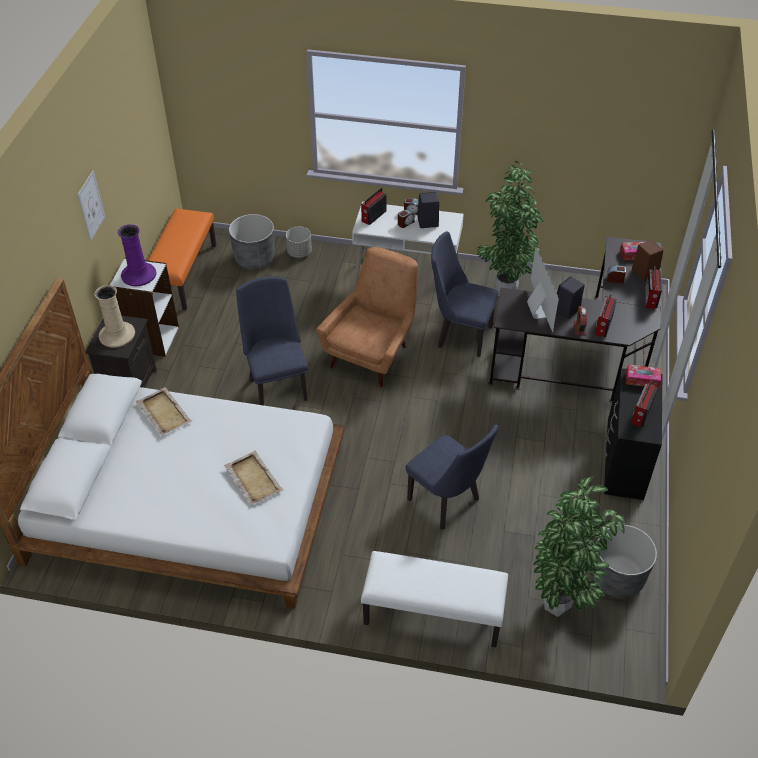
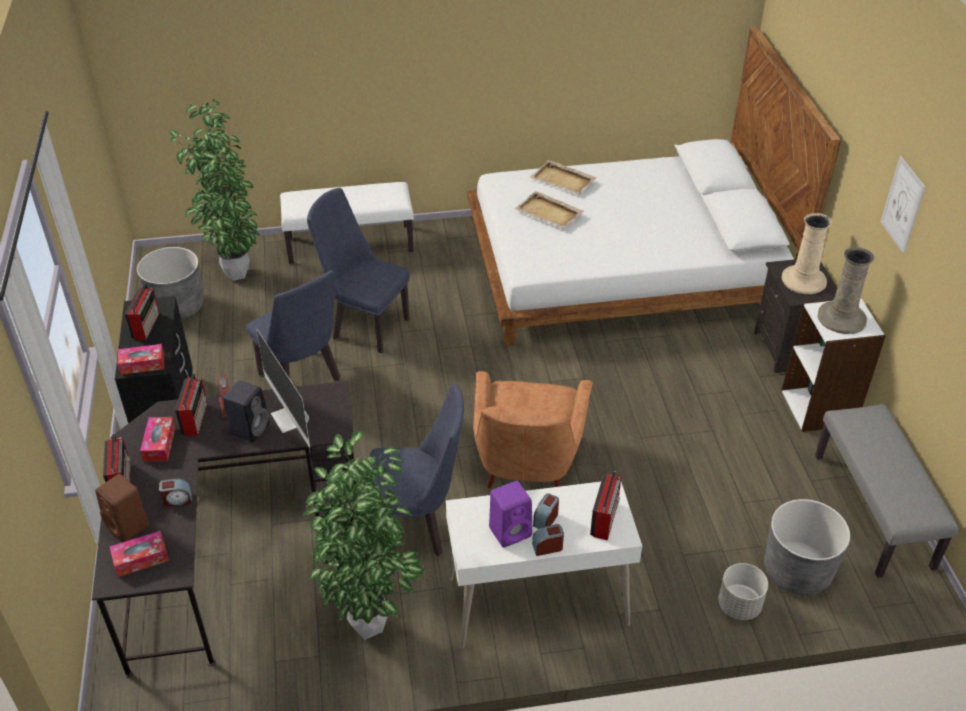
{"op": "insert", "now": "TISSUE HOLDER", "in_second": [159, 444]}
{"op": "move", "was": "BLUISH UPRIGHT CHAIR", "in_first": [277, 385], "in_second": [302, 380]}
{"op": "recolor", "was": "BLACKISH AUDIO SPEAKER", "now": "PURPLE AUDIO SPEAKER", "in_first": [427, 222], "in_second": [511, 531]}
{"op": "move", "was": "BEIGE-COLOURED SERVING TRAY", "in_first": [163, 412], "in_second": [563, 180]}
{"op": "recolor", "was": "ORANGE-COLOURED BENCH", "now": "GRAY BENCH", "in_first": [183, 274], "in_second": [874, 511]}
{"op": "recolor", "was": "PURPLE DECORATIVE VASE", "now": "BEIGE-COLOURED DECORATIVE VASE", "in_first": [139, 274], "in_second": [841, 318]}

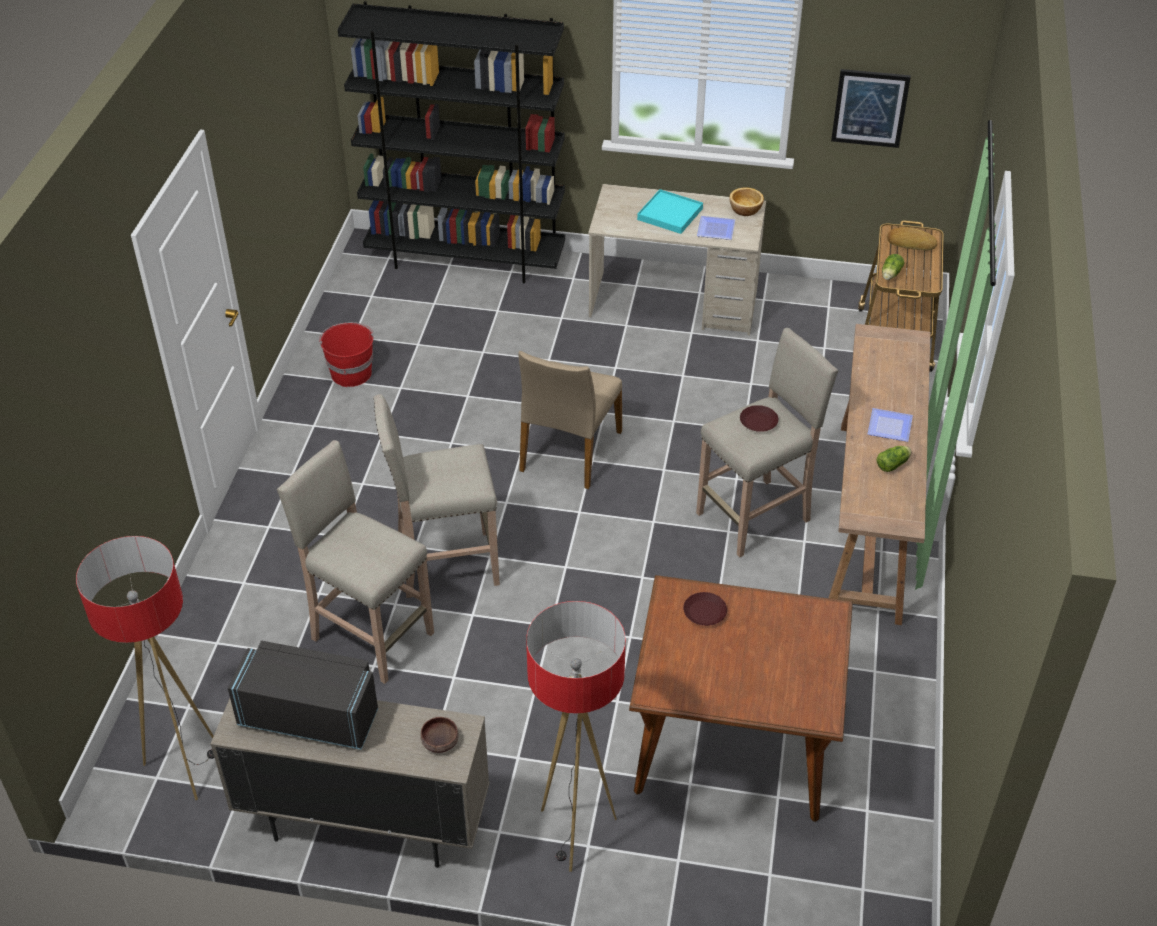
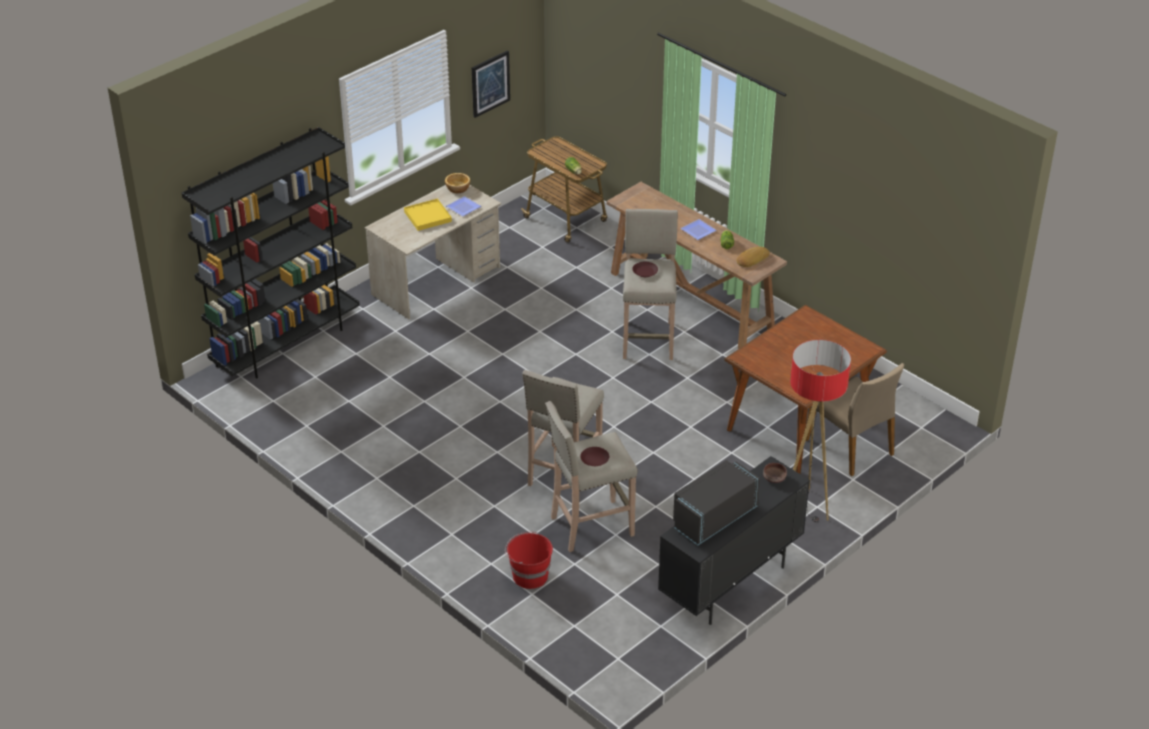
{"op": "recolor", "was": "TURQUOISE-COLOURED SERVING TRAY", "now": "YELLOWISH SERVING TRAY", "in_first": [669, 214], "in_second": [427, 217]}
{"op": "move", "was": "REDDISH WATER BUCKET", "in_first": [351, 373], "in_second": [529, 576]}
{"op": "move", "was": "BROWN FLAT DISH", "in_first": [704, 612], "in_second": [594, 459]}
{"op": "recolor", "was": "BEIGE-COLOURED CABINET", "now": "BLACKISH CABINET", "in_first": [364, 825], "in_second": [730, 584]}
{"op": "move", "was": "BREAD", "in_first": [910, 242], "in_second": [752, 259]}
{"op": "move", "was": "BEIGE-COLOURED UPRIGHT CHAIR", "in_first": [569, 451], "in_second": [850, 447]}
{"op": "delete", "was": "FLOOR LAMP", "in_first": [185, 767]}

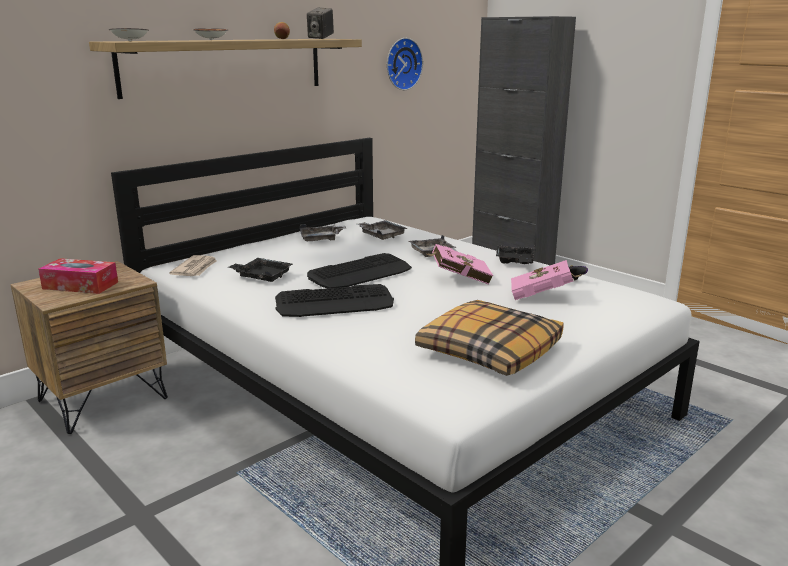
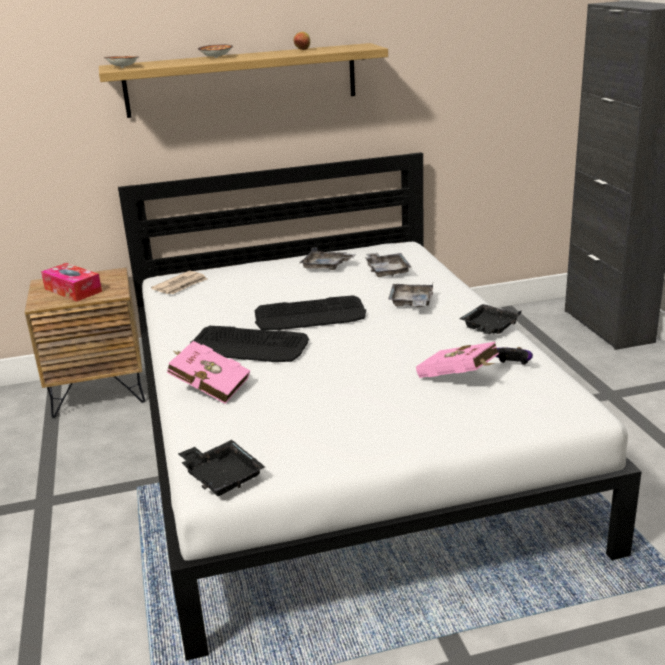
{"op": "move", "was": "PINK VOLUME", "in_first": [458, 279], "in_second": [208, 387]}
{"op": "move", "was": "BLACKISH SERVING TRAY", "in_first": [262, 276], "in_second": [222, 476]}
{"op": "delete", "was": "PHOTO CAMERA", "in_first": [320, 38]}
{"op": "delete", "was": "WALL CLOCK", "in_first": [402, 64]}
{"op": "delete", "was": "CUSHION", "in_first": [488, 351]}

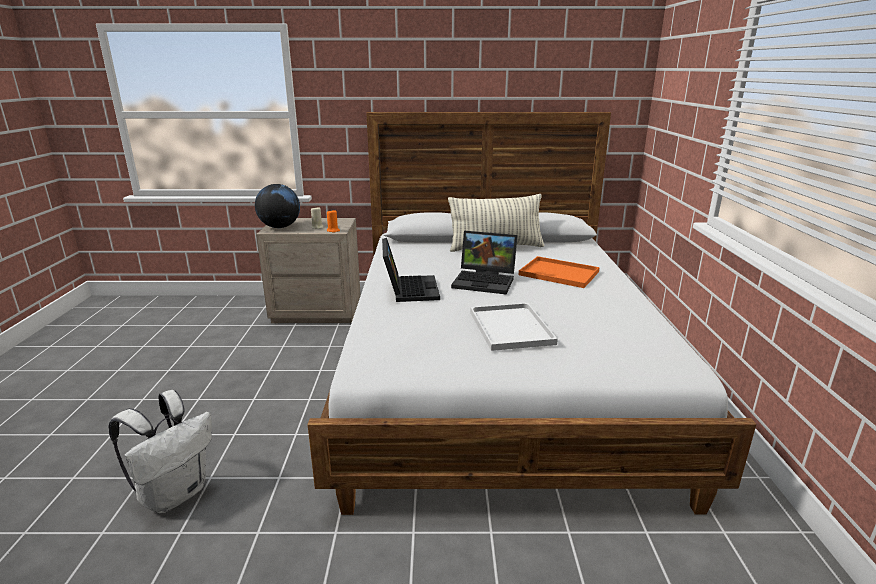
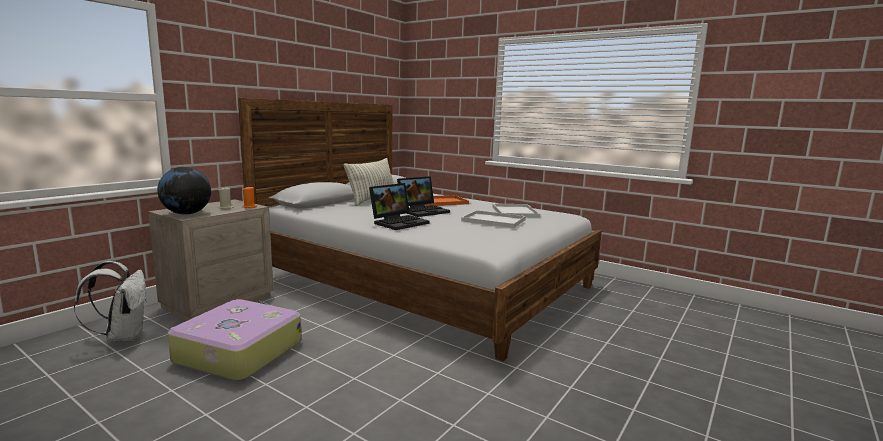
{"op": "move", "was": "WHITE-COLOURED KNAPSACK", "in_first": [175, 493], "in_second": [123, 337]}
{"op": "insert", "now": "TRAVEL CASE", "in_second": [237, 352]}
{"op": "rotate", "was": "NOTEBOOK COMPUTER", "in_first": [409, 289], "in_second": [399, 222], "clockwise": 105}
{"op": "insert", "now": "WHITE-COLOURED SERVING TRAY", "in_second": [515, 212]}

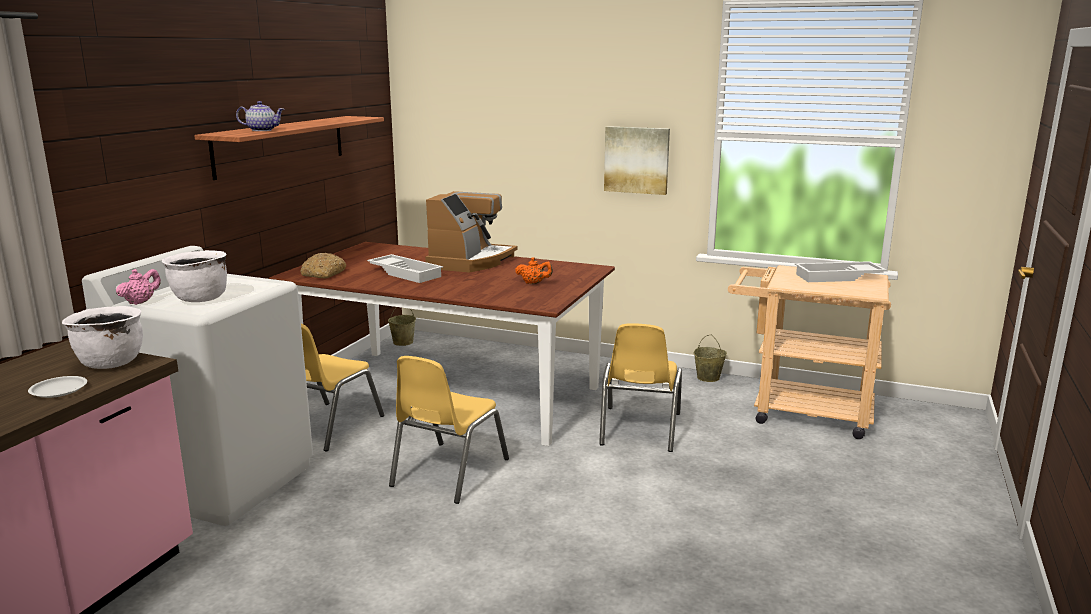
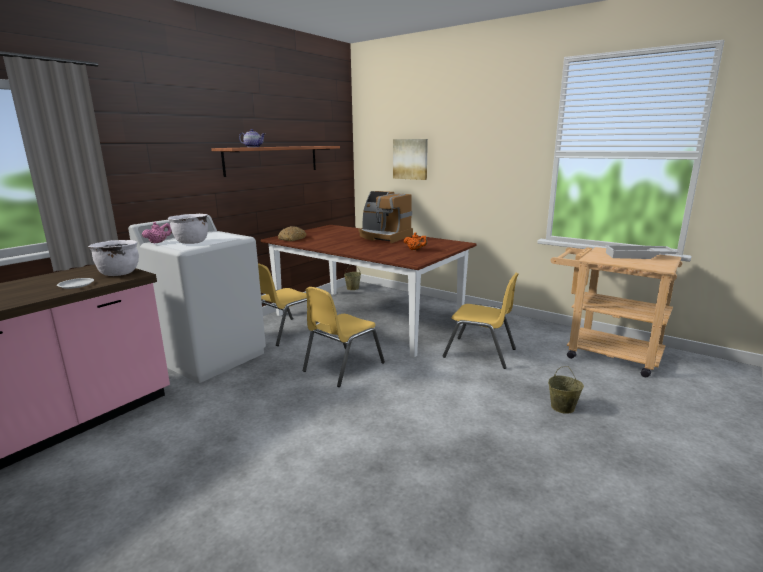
{"op": "rotate", "was": "COFFEE MAKER", "in_first": [470, 262], "in_second": [384, 237], "clockwise": 90}
{"op": "move", "was": "WALL ART", "in_first": [637, 160], "in_second": [410, 159]}
{"op": "rotate", "was": "YELLOWISH UPRIGHT CHAIR", "in_first": [639, 429], "in_second": [480, 353], "clockwise": -90}
{"op": "move", "was": "BEIGE-COLOURED WATER BUCKET", "in_first": [707, 378], "in_second": [562, 407]}
{"op": "delete", "was": "WHITE-COLOURED SERVING TRAY", "in_first": [406, 273]}

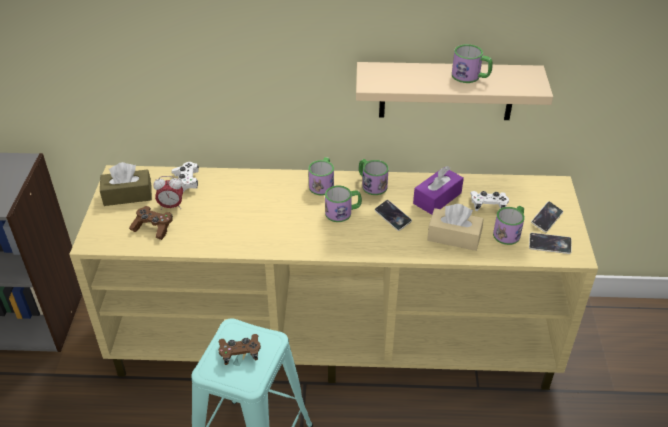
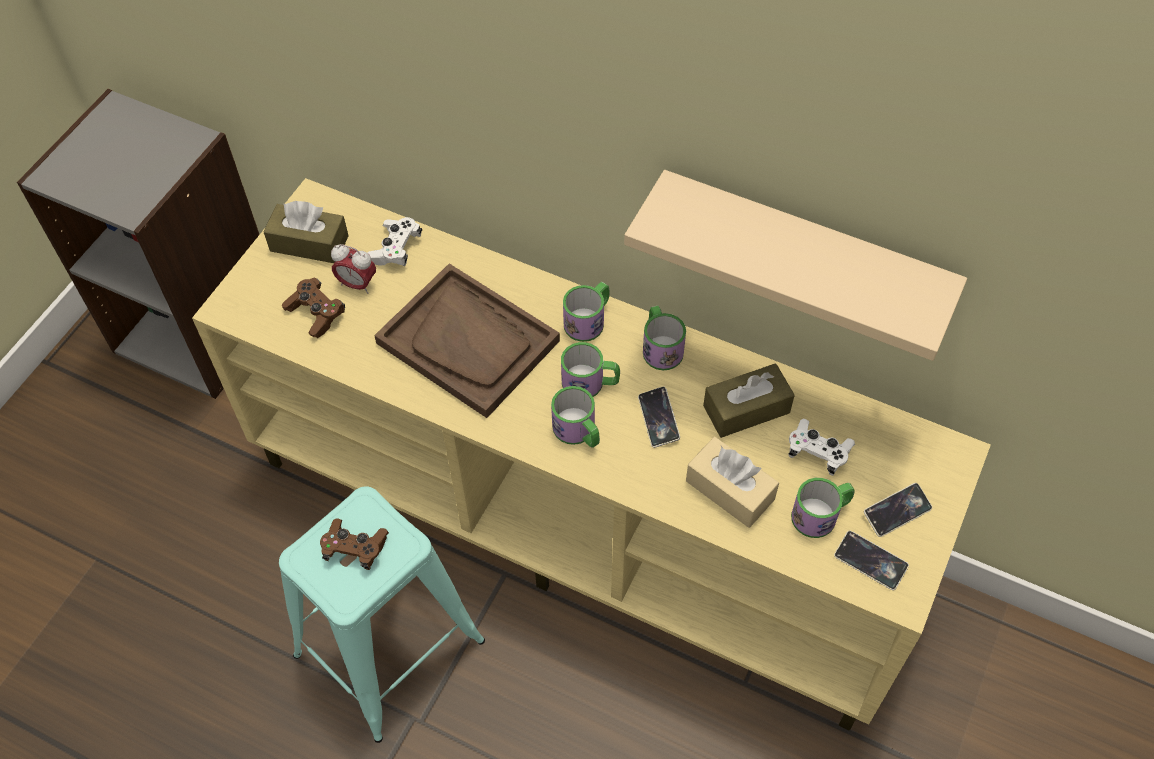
{"op": "insert", "now": "BROWN SERVING TRAY", "in_second": [468, 342]}
{"op": "move", "was": "MUG", "in_first": [470, 77], "in_second": [578, 432]}
{"op": "recolor", "was": "PURPLE TISSUE HOLDER", "now": "BROWN TISSUE HOLDER", "in_first": [437, 198], "in_second": [746, 409]}

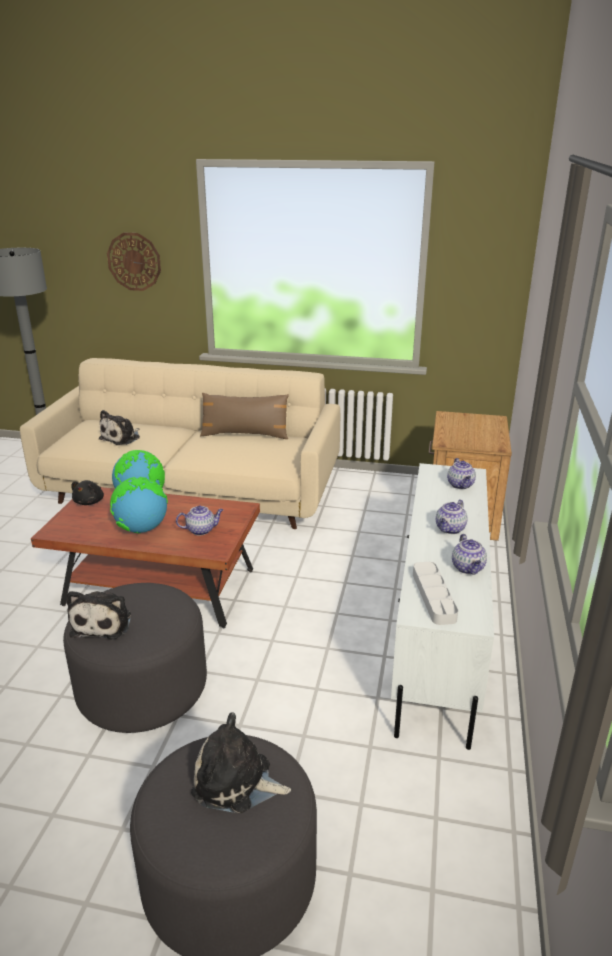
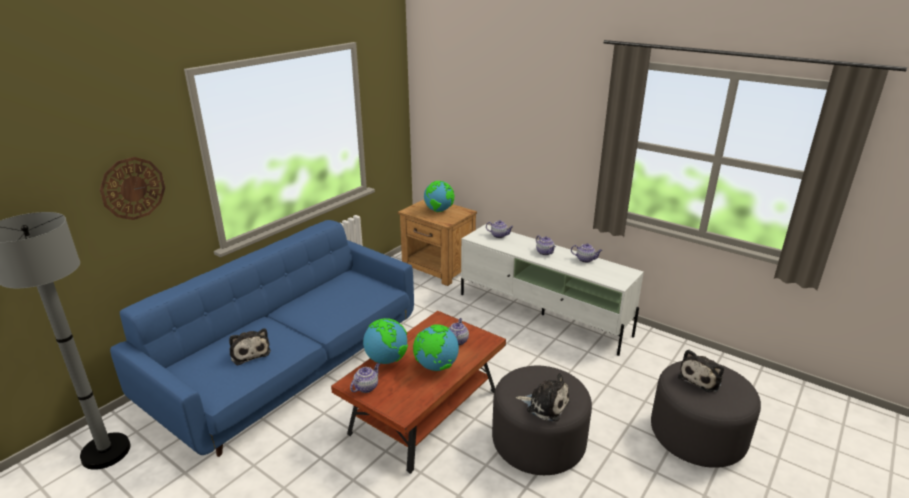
{"op": "recolor", "was": "BEIGE-COLOURED COUCH", "now": "BLUISH COUCH", "in_first": [191, 492], "in_second": [290, 367]}
{"op": "replace", "was": "BLACKISH PLUSH TOY", "now": "TEAPOT", "in_first": [90, 502], "in_second": [366, 387]}
{"op": "insert", "now": "DESK GLOBE", "in_second": [439, 211]}
{"op": "delete", "was": "BROWN CUSHION", "in_first": [245, 434]}
{"op": "delete", "was": "GRAY SERVING TRAY", "in_first": [433, 596]}

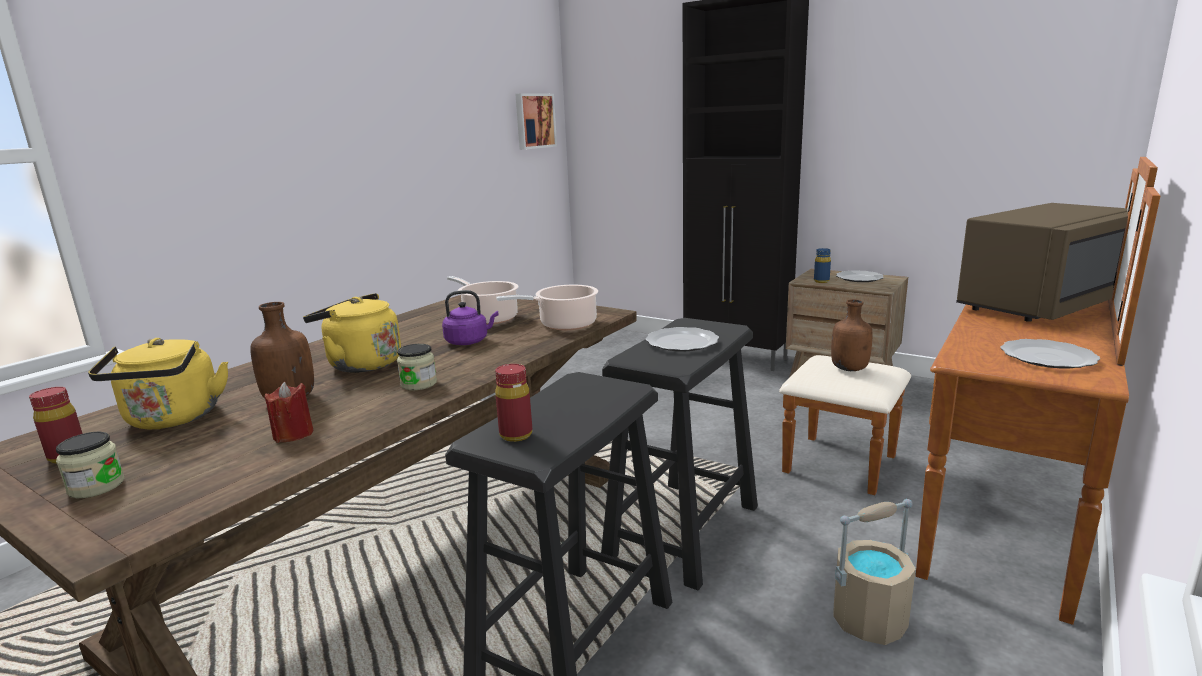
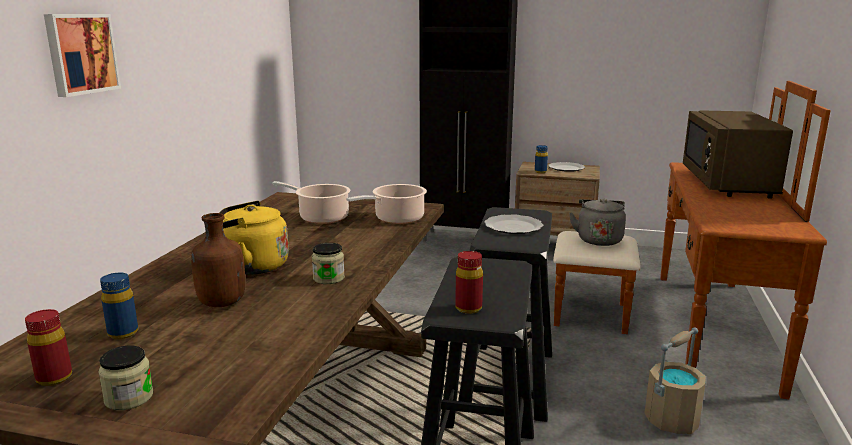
{"op": "move", "was": "WALL ART", "in_first": [534, 121], "in_second": [81, 53]}
{"op": "replace", "was": "YELLOWISH WATER KETTLE", "now": "BLUISH BOTTLE", "in_first": [173, 420], "in_second": [123, 333]}
{"op": "replace", "was": "BROWN BOTTLE", "now": "GRAY WATER KETTLE", "in_first": [850, 369], "in_second": [598, 239]}
{"op": "rotate", "was": "BROWN MICROWAVE OVEN", "in_first": [1042, 305], "in_second": [728, 183], "clockwise": 150}
{"op": "delete", "was": "REDDISH WAX CANDLE", "in_first": [293, 434]}
{"op": "delete", "was": "PURPLE WATER KETTLE", "in_first": [469, 341]}
{"op": "delete", "was": "FLAT DISH", "in_first": [1048, 358]}

